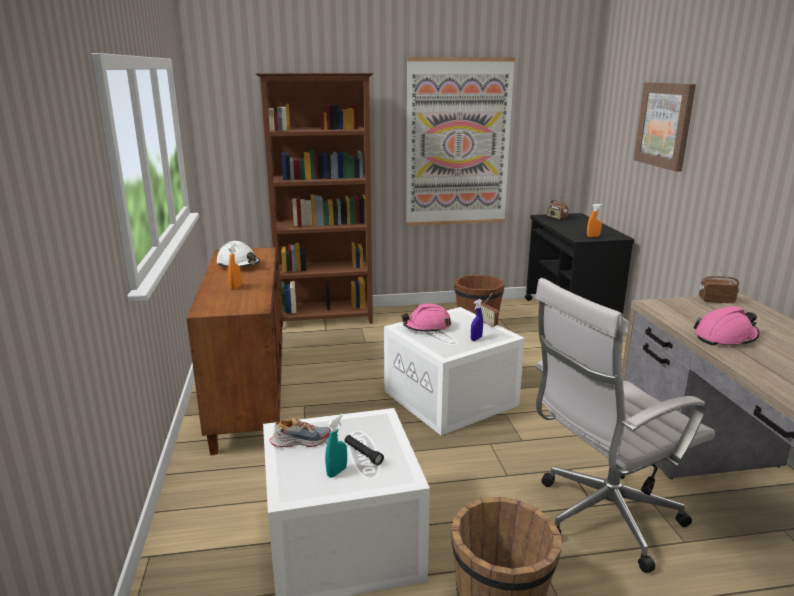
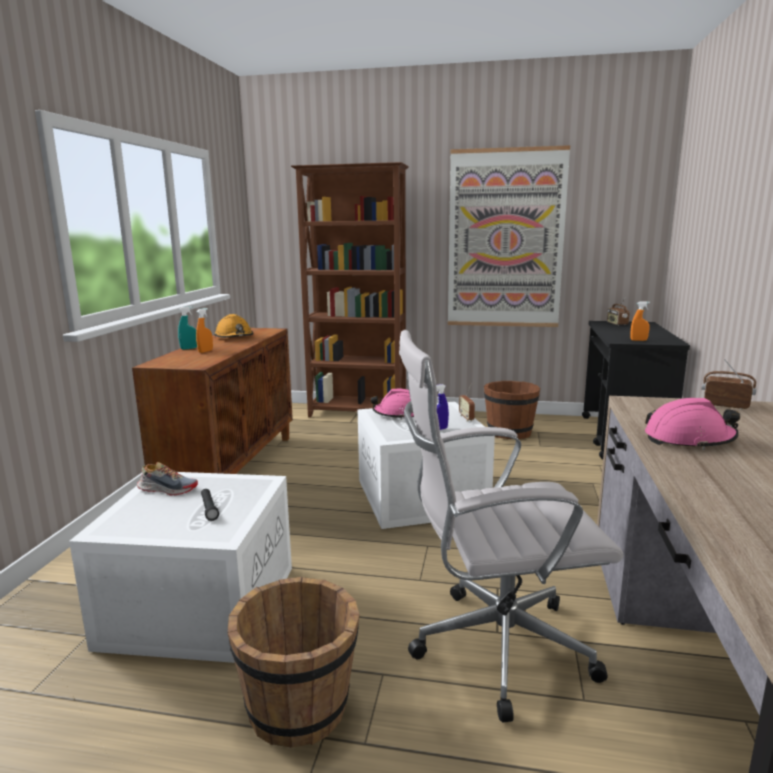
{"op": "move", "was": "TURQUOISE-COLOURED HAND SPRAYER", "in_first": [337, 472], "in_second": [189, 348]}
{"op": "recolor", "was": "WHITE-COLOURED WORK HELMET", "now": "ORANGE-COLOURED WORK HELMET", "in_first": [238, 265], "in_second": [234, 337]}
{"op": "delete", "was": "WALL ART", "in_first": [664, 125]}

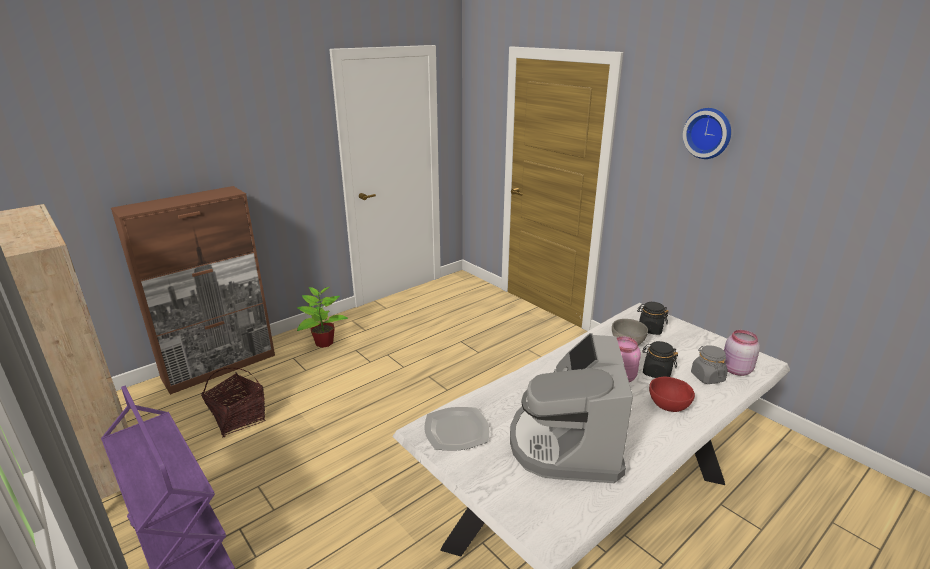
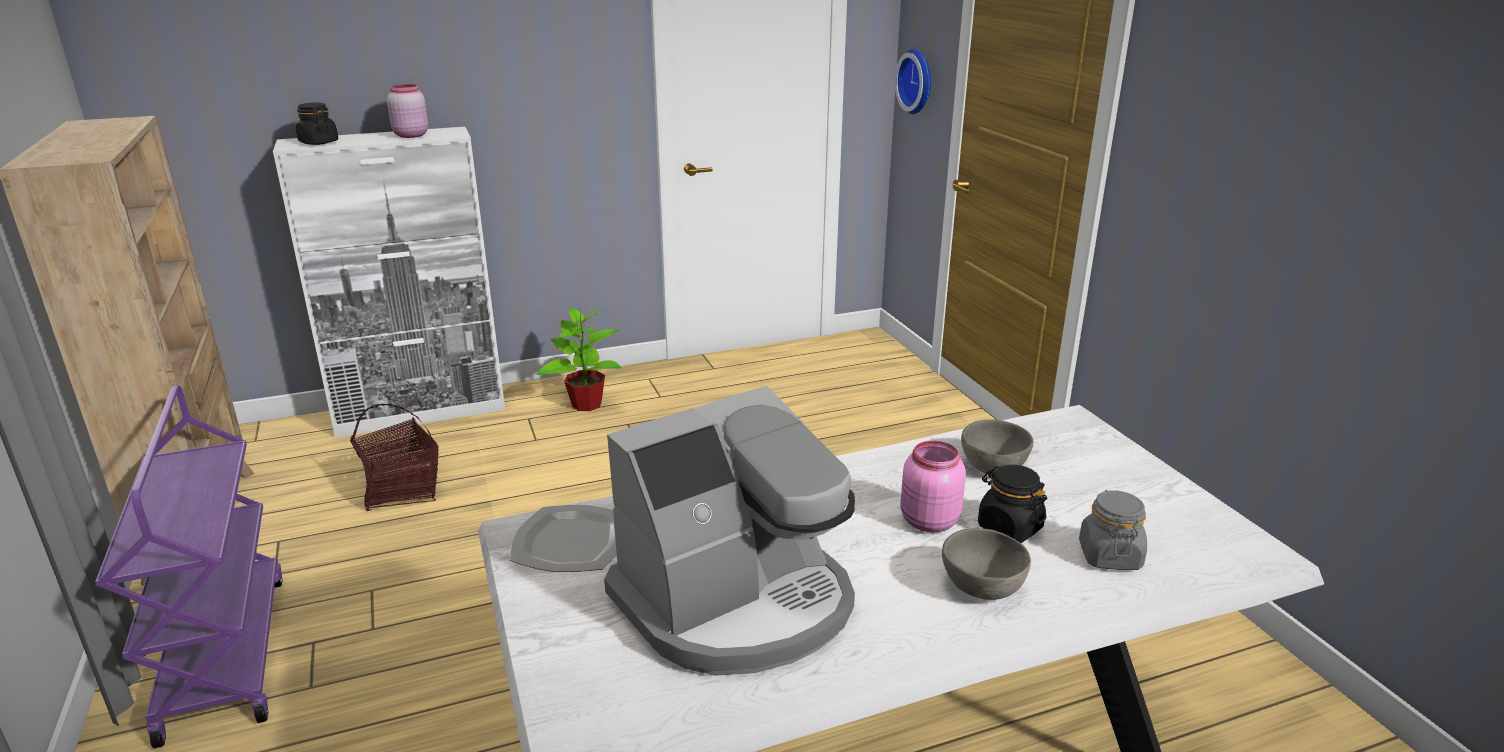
{"op": "recolor", "was": "BROWN CABINET", "now": "WHITE-COLOURED CABINET", "in_first": [220, 366], "in_second": [422, 412]}
{"op": "move", "was": "BLACKISH PRESERVE JAR", "in_first": [650, 329], "in_second": [318, 142]}
{"op": "move", "was": "PINK PRESERVE JAR", "in_first": [735, 370], "in_second": [410, 135]}
{"op": "rotate", "was": "COFFEE MAKER", "in_first": [566, 442], "in_second": [737, 603], "clockwise": -150}
{"op": "move", "was": "WALL CLOCK", "in_first": [708, 133], "in_second": [918, 81]}
{"op": "recolor", "was": "REDDISH SERVING BOWL", "now": "GRAY SERVING BOWL", "in_first": [669, 407], "in_second": [982, 589]}

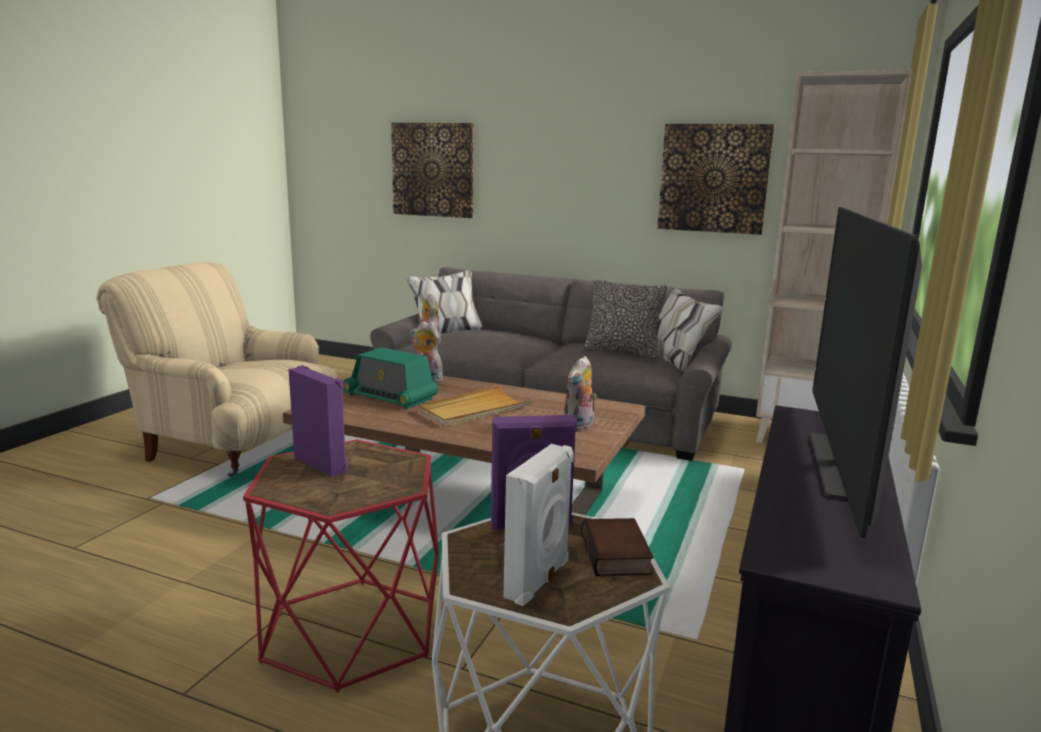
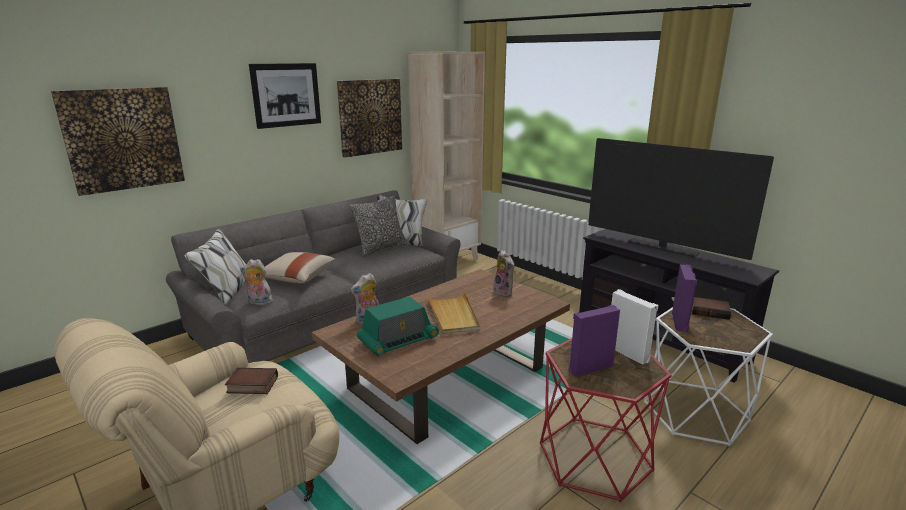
{"op": "insert", "now": "VOLUME", "in_second": [251, 385]}
{"op": "insert", "now": "WALL ART", "in_second": [286, 95]}
{"op": "insert", "now": "BEIGE-COLOURED CUSHION", "in_second": [297, 278]}
{"op": "move", "was": "WHITE-COLOURED AUDIO SPEAKER", "in_first": [539, 580], "in_second": [628, 353]}

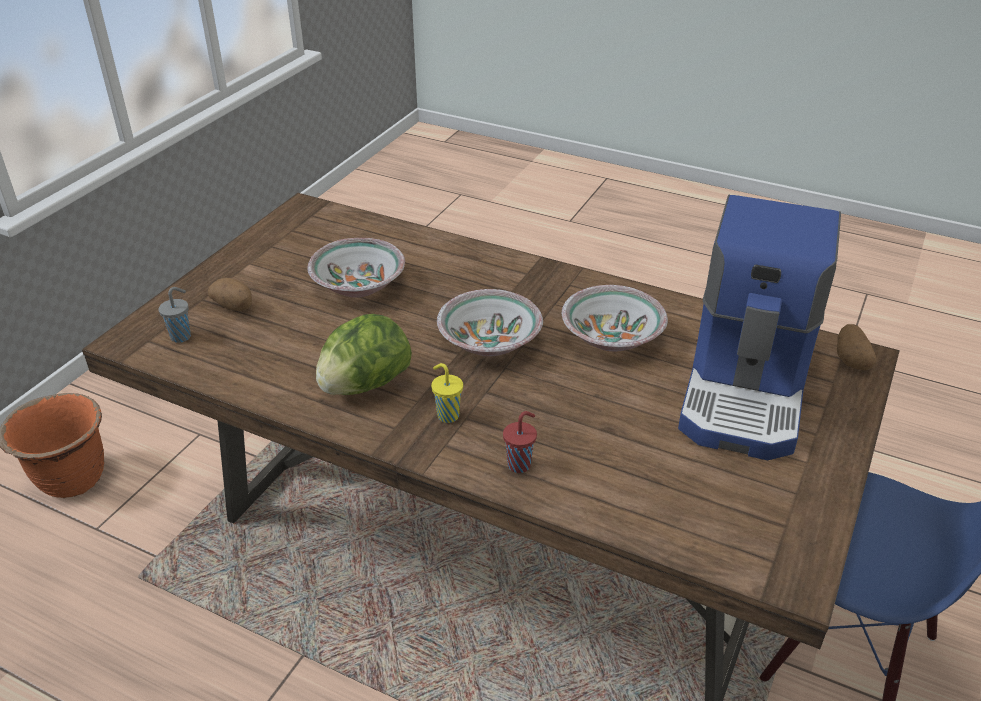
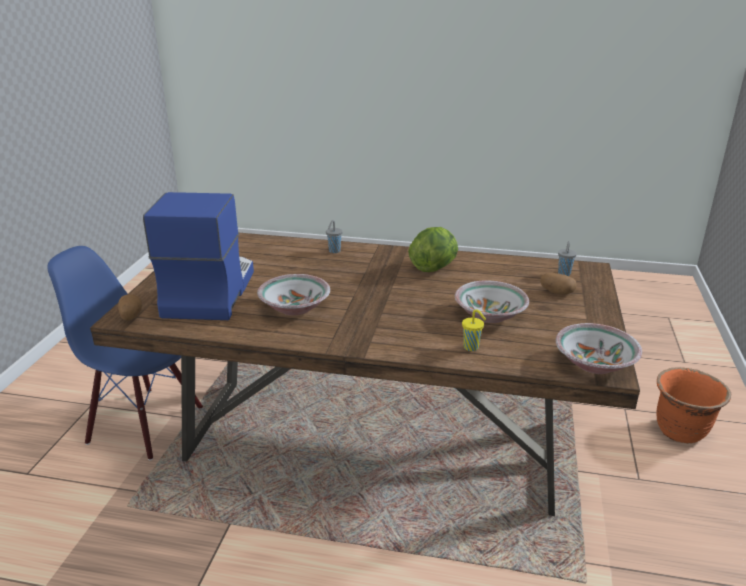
{"op": "recolor", "was": "REDDISH DRINKING CUP", "now": "GRAY DRINKING CUP", "in_first": [520, 464], "in_second": [334, 251]}
{"op": "move", "was": "YELLOWISH DRINKING CUP", "in_first": [447, 415], "in_second": [472, 347]}
{"op": "move", "was": "SERVING BOWL", "in_first": [491, 342], "in_second": [593, 364]}

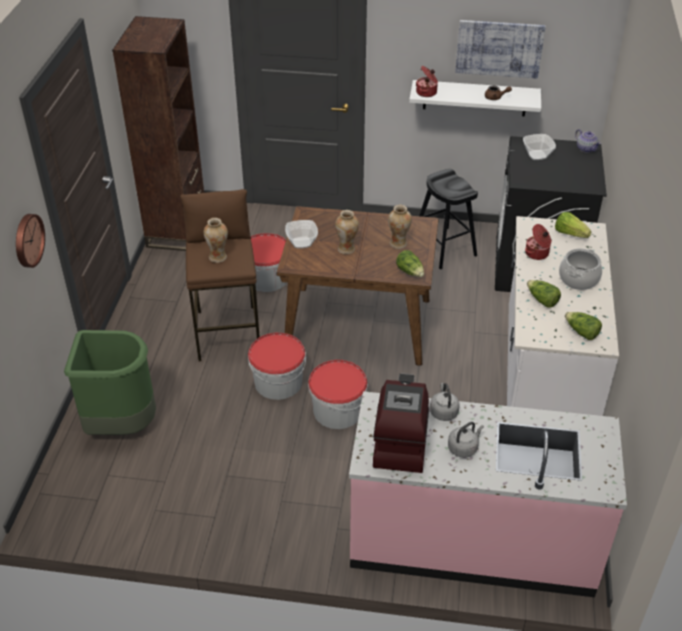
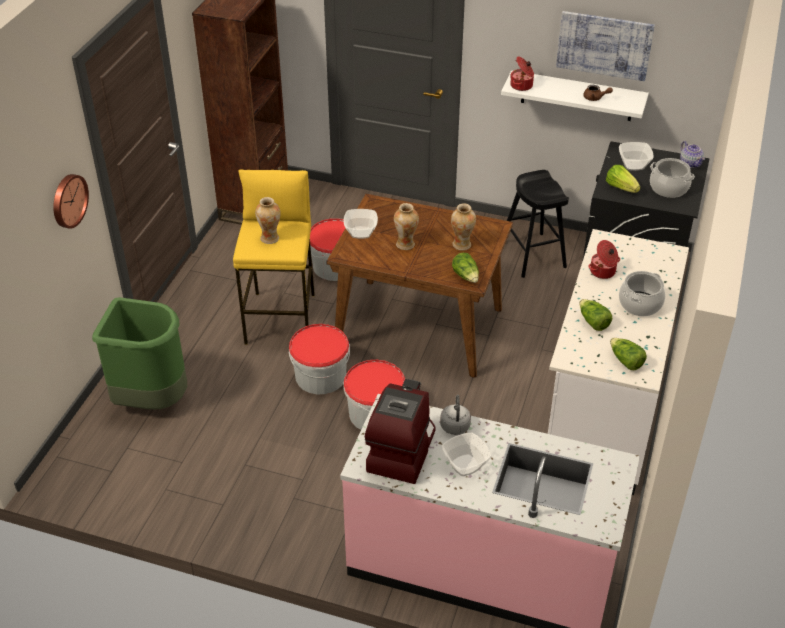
{"op": "recolor", "was": "BROWN STOOL", "now": "YELLOWISH STOOL", "in_first": [228, 332], "in_second": [282, 318]}
{"op": "replace", "was": "GRAY WATER KETTLE", "now": "SERVING BOWL", "in_first": [463, 448], "in_second": [465, 464]}
{"op": "move", "was": "HEAD OF LETTUCE", "in_first": [570, 233], "in_second": [621, 187]}
{"op": "insert", "now": "SAUCEPOT", "in_second": [669, 188]}

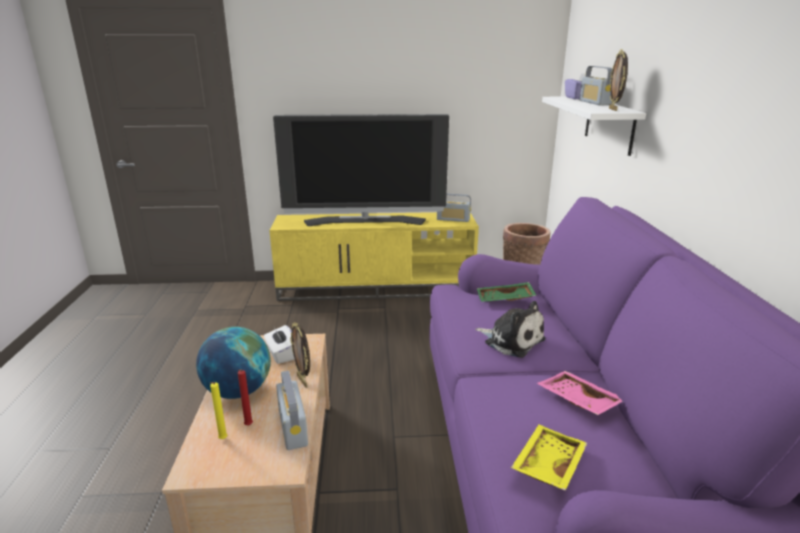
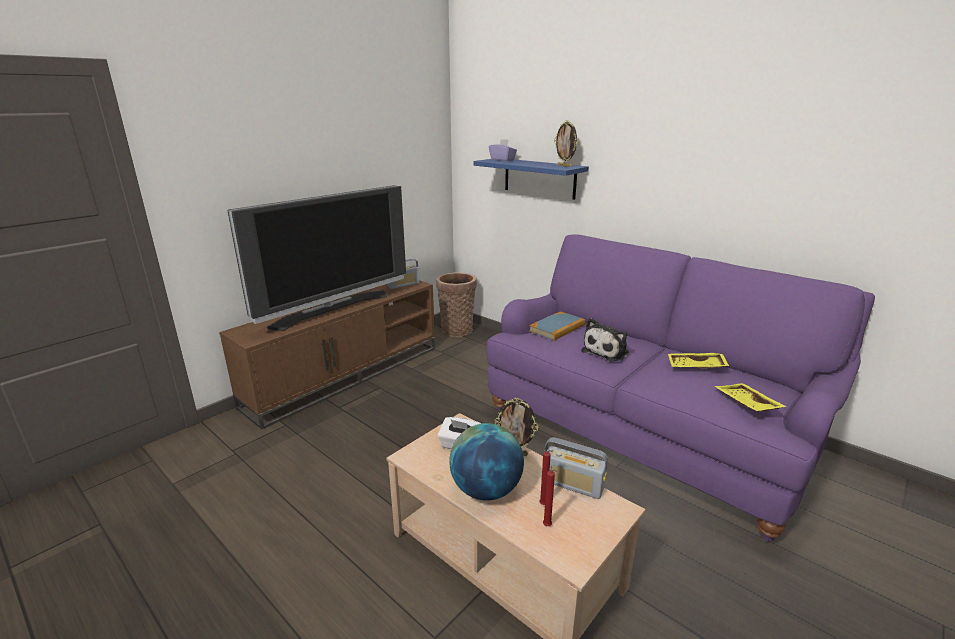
{"op": "recolor", "was": "YELLOWISH MEDIA CONSOLE", "now": "BROWN MEDIA CONSOLE", "in_first": [377, 288], "in_second": [346, 375]}
{"op": "recolor", "was": "WHITE-COLOURED SHELF", "now": "BLUISH SHELF", "in_first": [609, 124], "in_second": [539, 178]}
{"op": "replace", "was": "GREEN-COLOURED SERVING TRAY", "now": "VOLUME", "in_first": [505, 299], "in_second": [557, 328]}
{"op": "recolor", "was": "YELLOWISH WAX CANDLE", "now": "REDDISH WAX CANDLE", "in_first": [222, 440], "in_second": [548, 526]}
{"op": "rotate", "was": "PLUSH TOY", "in_first": [511, 340], "in_second": [607, 351], "clockwise": 135}
{"op": "recolor", "was": "PINK SERVING TRAY", "now": "YELLOWISH SERVING TRAY", "in_first": [577, 401], "in_second": [696, 367]}
{"op": "delete", "was": "RADIO", "in_first": [595, 103]}

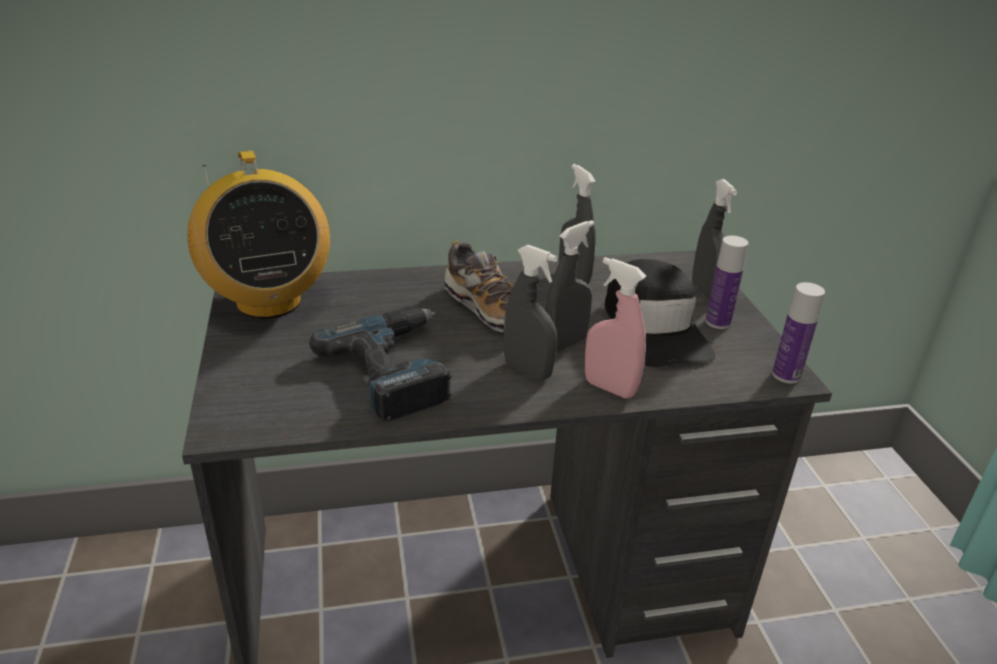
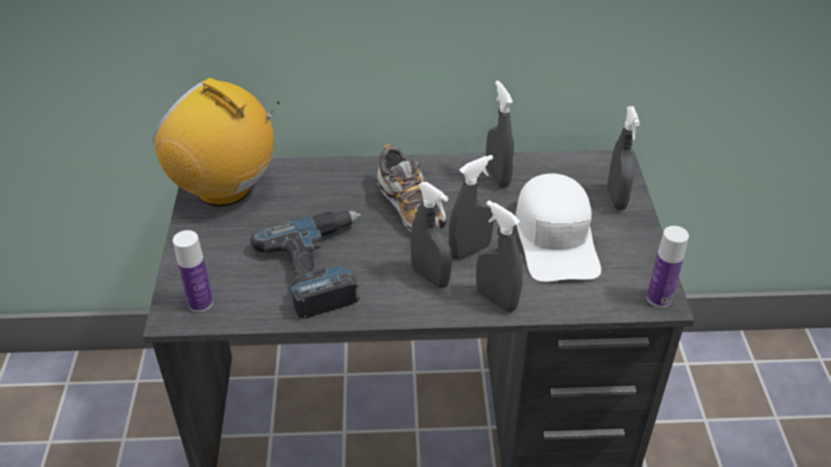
{"op": "rotate", "was": "RADIO", "in_first": [268, 301], "in_second": [225, 189], "clockwise": 135}
{"op": "move", "was": "BOTTLE", "in_first": [718, 322], "in_second": [200, 303]}
{"op": "recolor", "was": "PINK HAND SPRAYER", "now": "GRAY HAND SPRAYER", "in_first": [609, 388], "in_second": [496, 300]}
{"op": "recolor", "was": "BLACKISH CAP", "now": "WHITE-COLOURED CAP", "in_first": [654, 327], "in_second": [555, 238]}

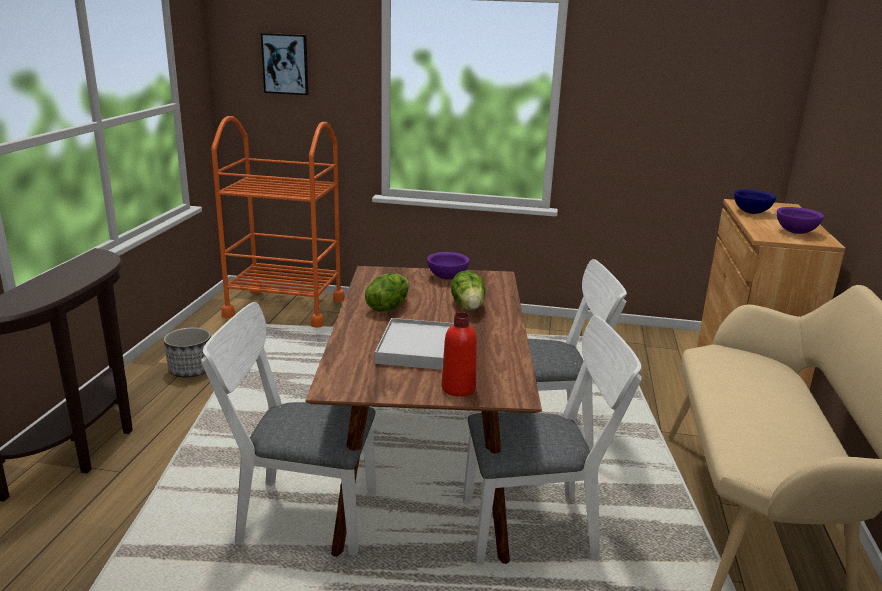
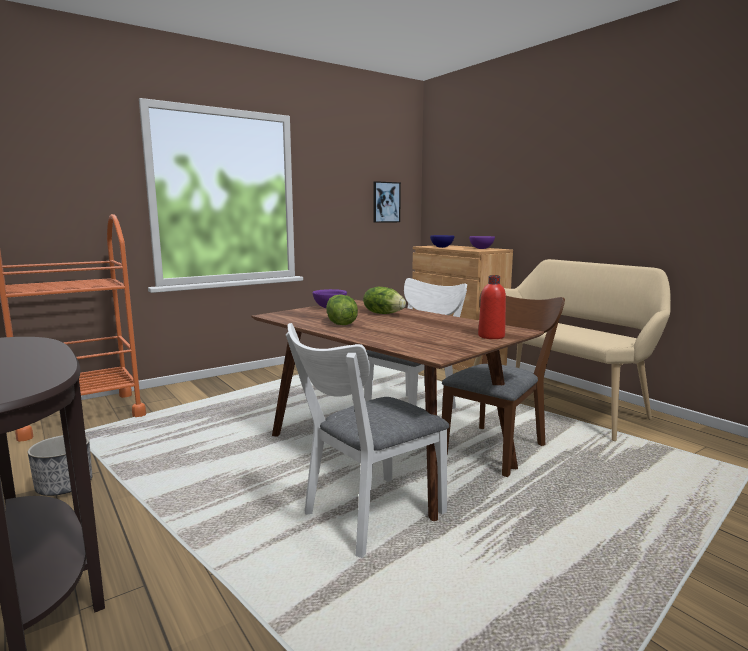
{"op": "move", "was": "WALL ART", "in_first": [285, 64], "in_second": [386, 202]}
{"op": "recolor", "was": "WHITE-COLOURED UPRIGHT CHAIR", "now": "BROWN UPRIGHT CHAIR", "in_first": [539, 528], "in_second": [497, 447]}
{"op": "delete", "was": "WHITE-COLOURED SERVING TRAY", "in_first": [423, 349]}

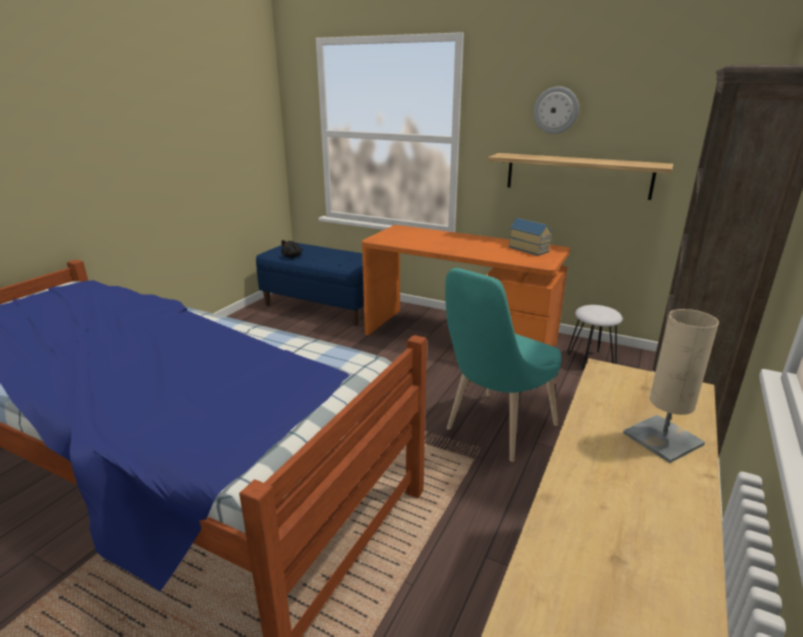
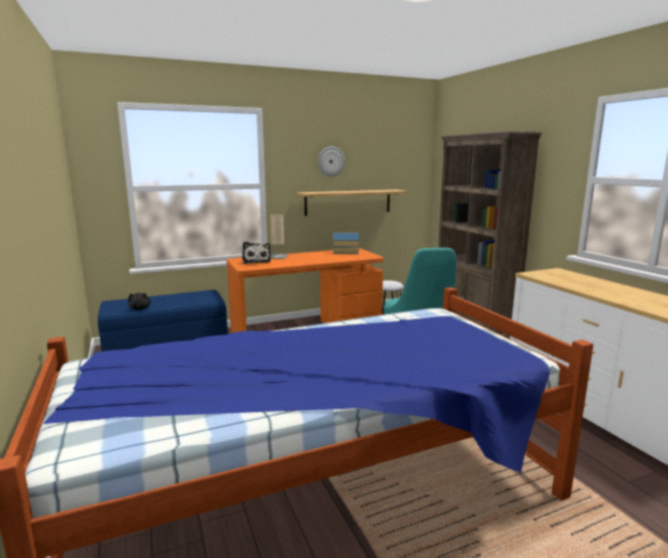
{"op": "insert", "now": "PLUSH TOY", "in_second": [256, 261]}
{"op": "move", "was": "BEIGE-COLOURED LAMP FOR A TABLE", "in_first": [662, 439], "in_second": [278, 257]}

